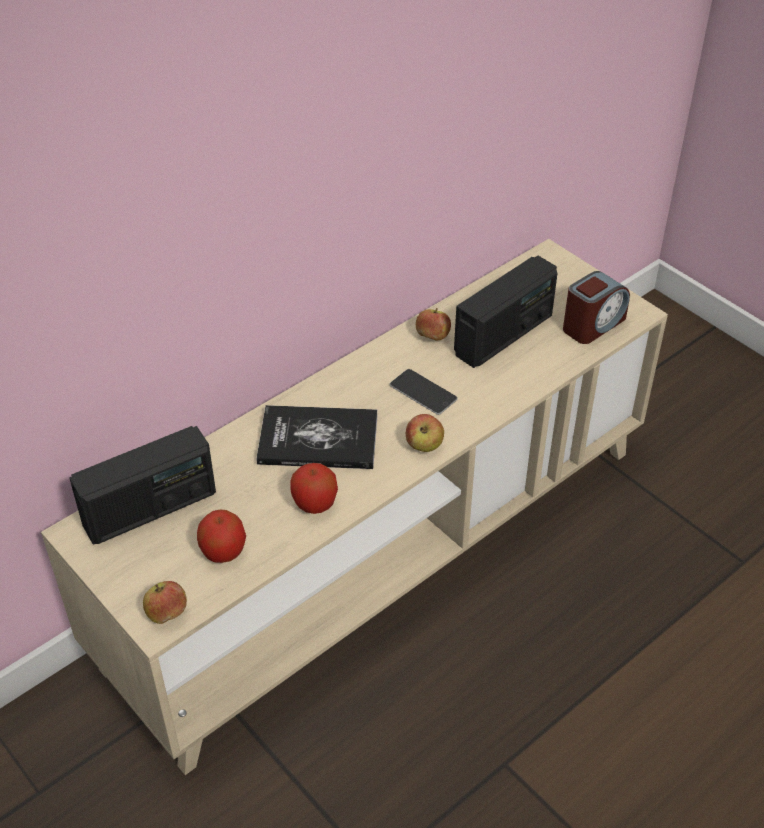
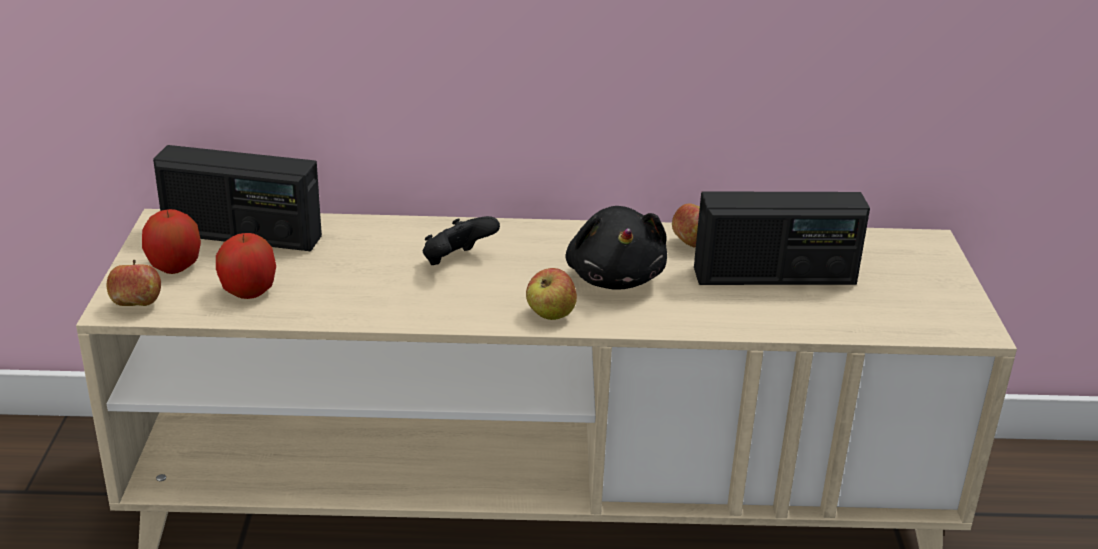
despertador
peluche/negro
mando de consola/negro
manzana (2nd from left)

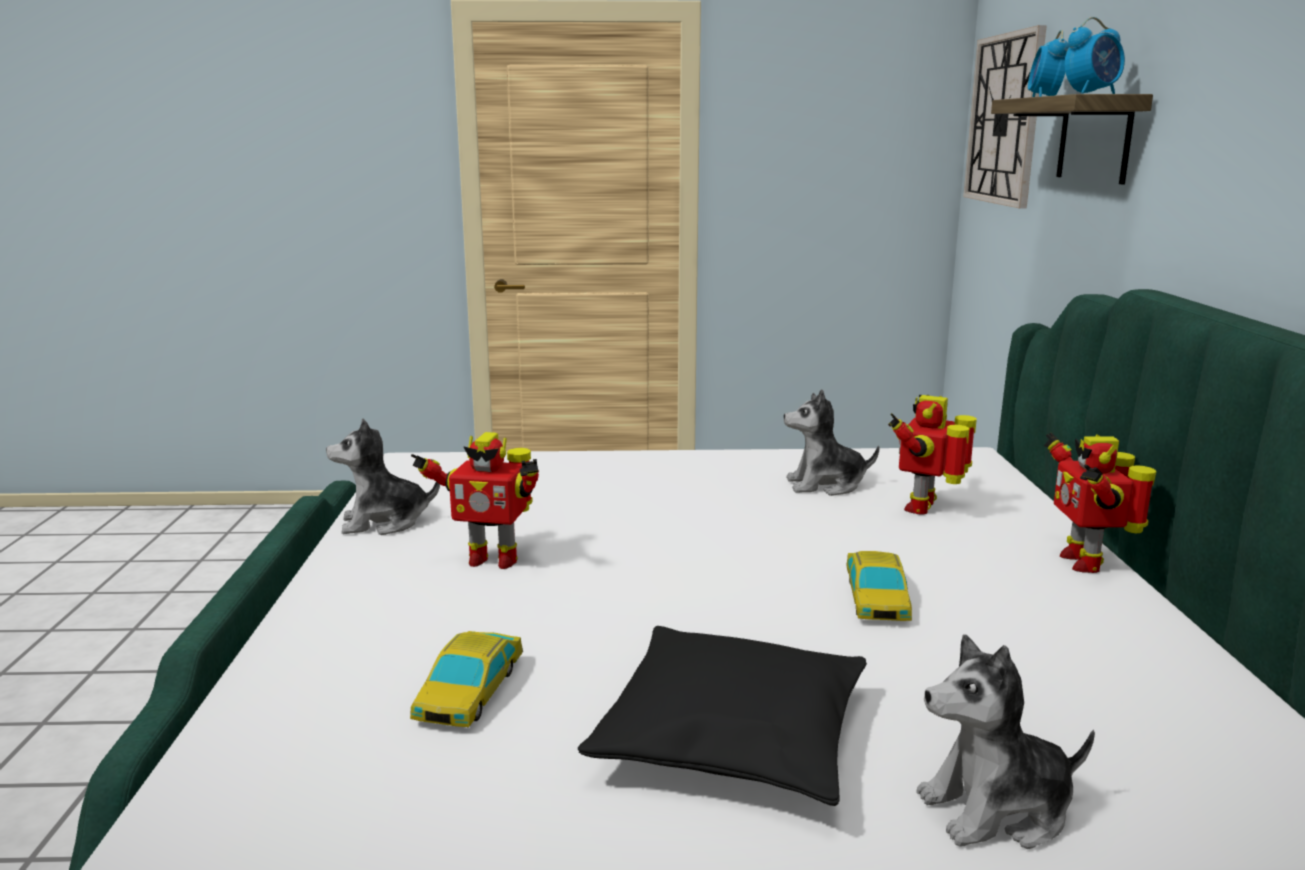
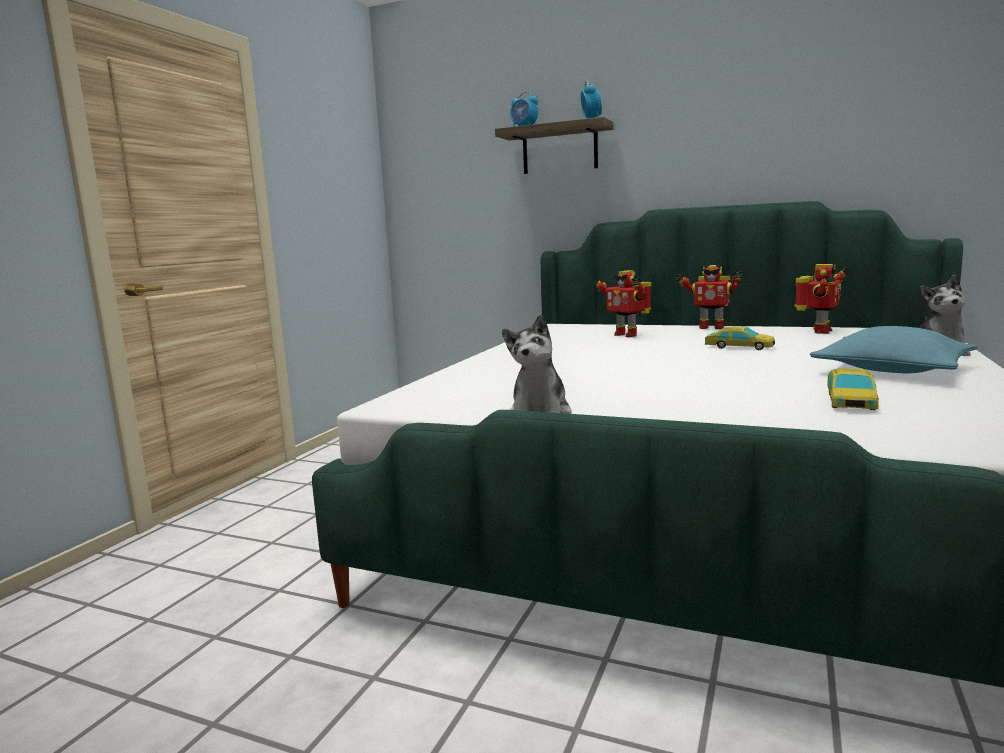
reloj de pared
peluche (2nd from left in the first image)
robot de juguete (3rd from left)
cojín/turquesa
coche de juguete (2nd from left)

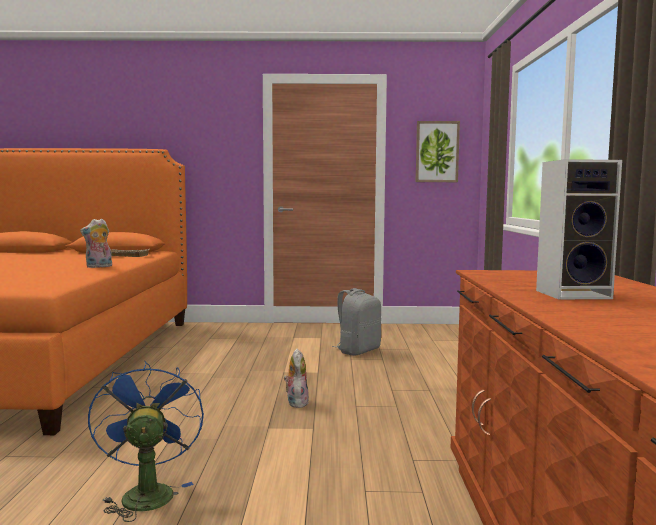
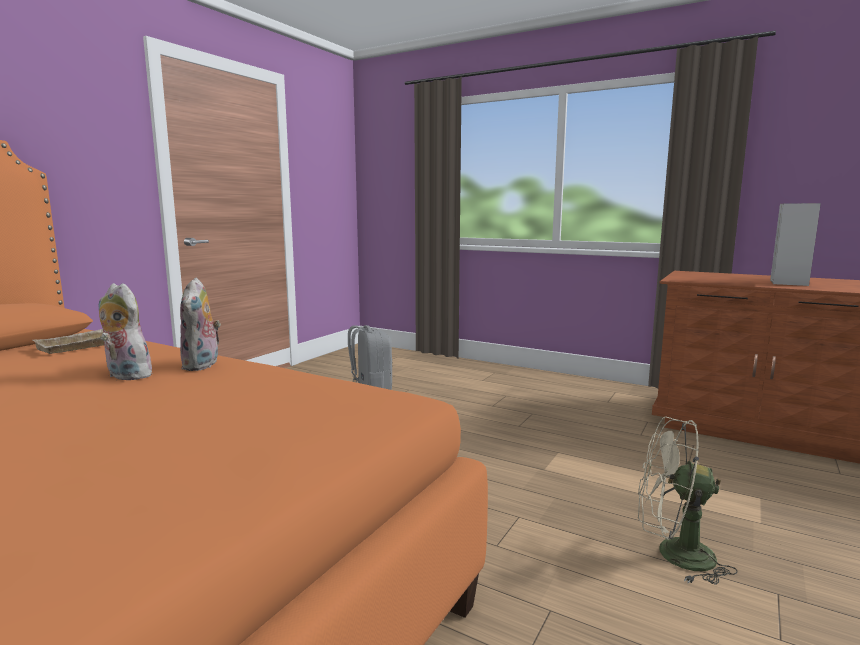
cuadro
peluche (1st from left)
ventilador/beis

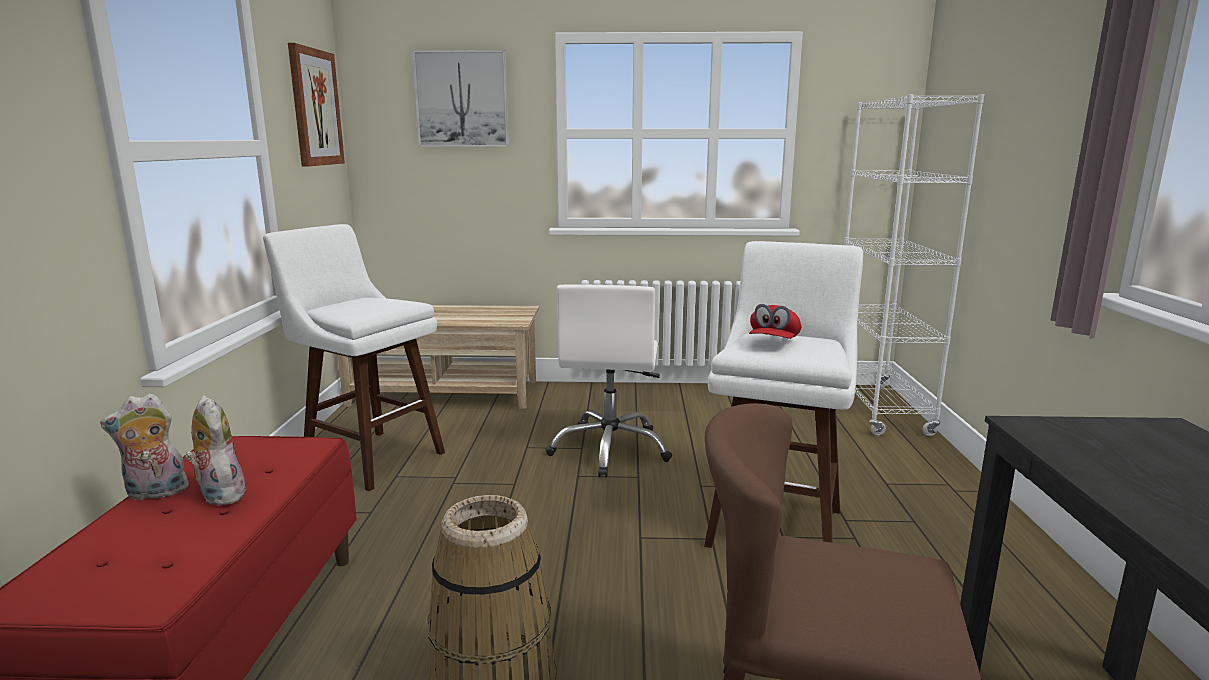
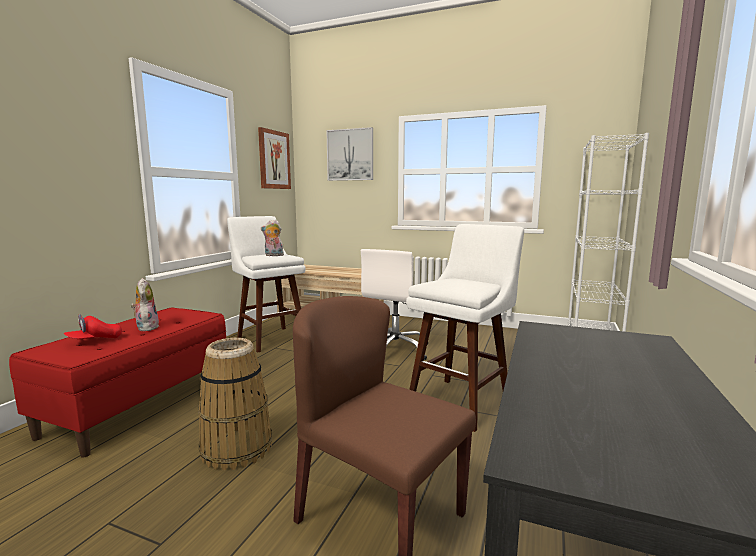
gorra/rojo
peluche (2nd from left)

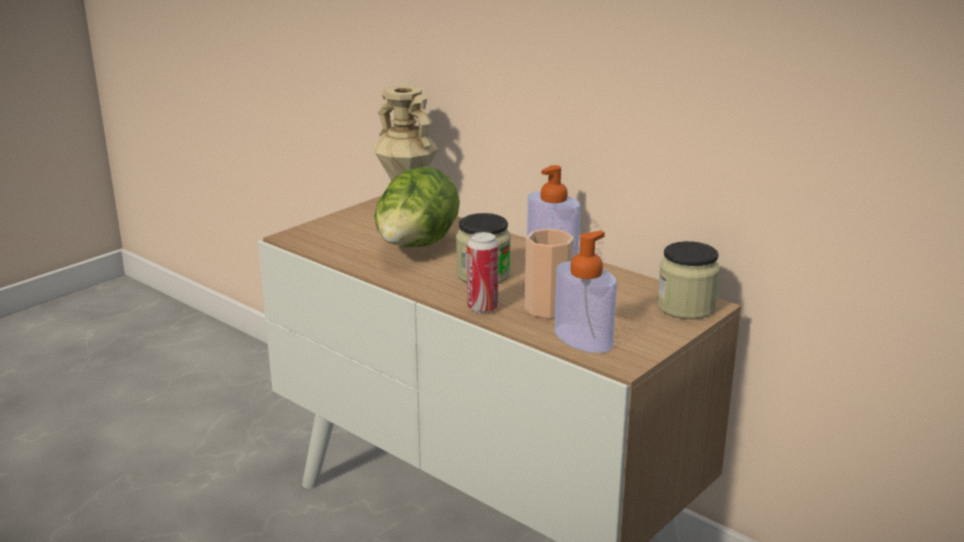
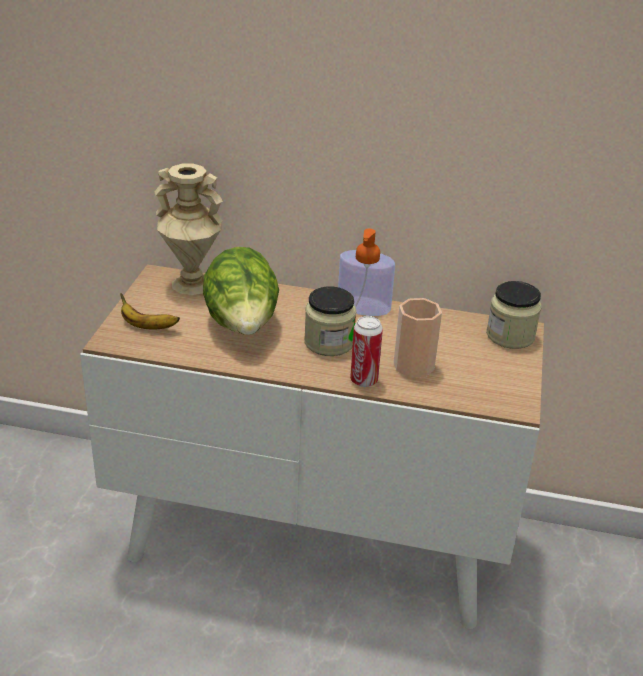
dispensador de jabón (2nd from left in the first image)
plátano

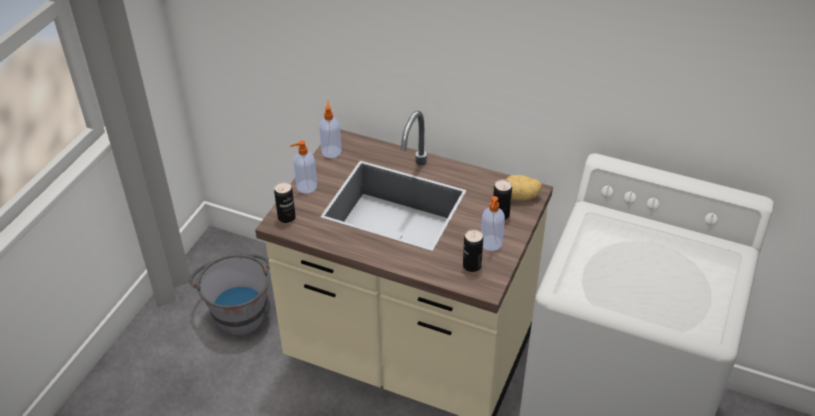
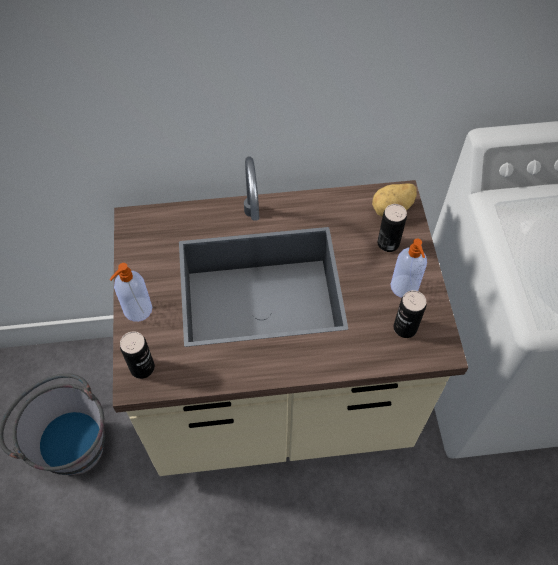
dispensador de jabón (2nd from left in the first image)

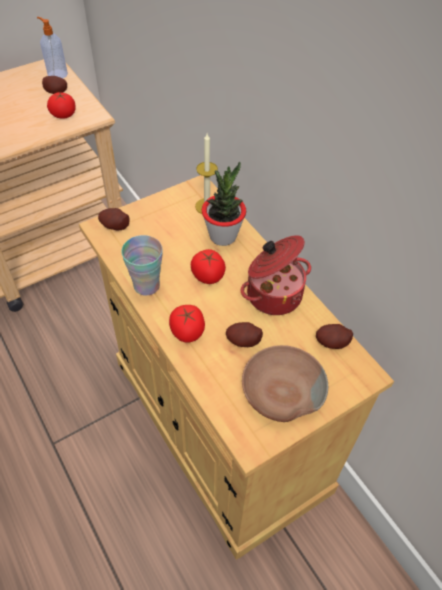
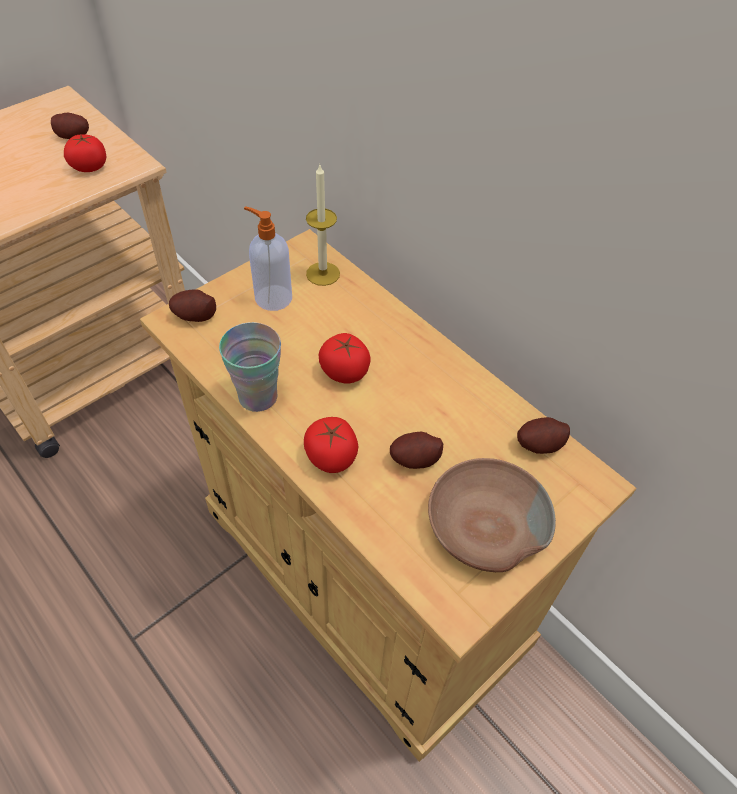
dispensador de jabón
planta en maceta
olla

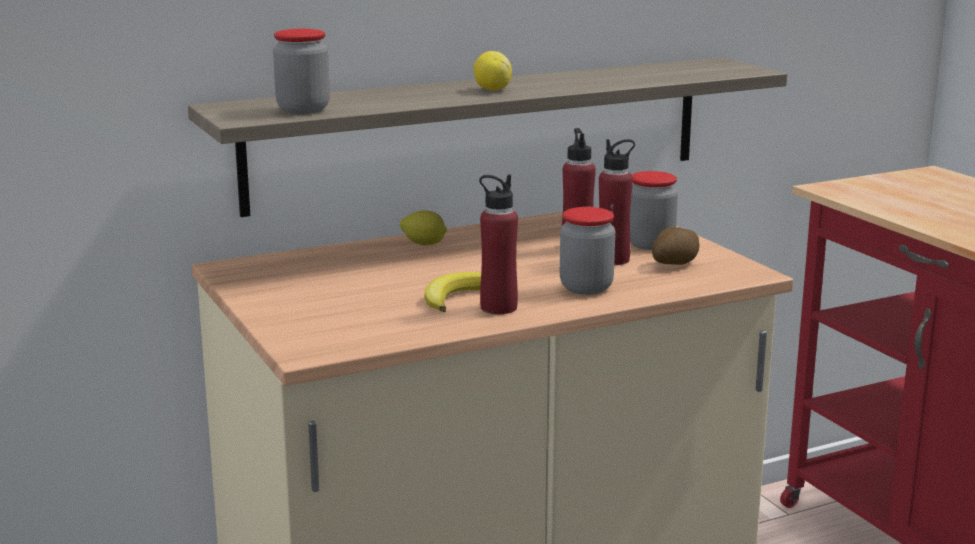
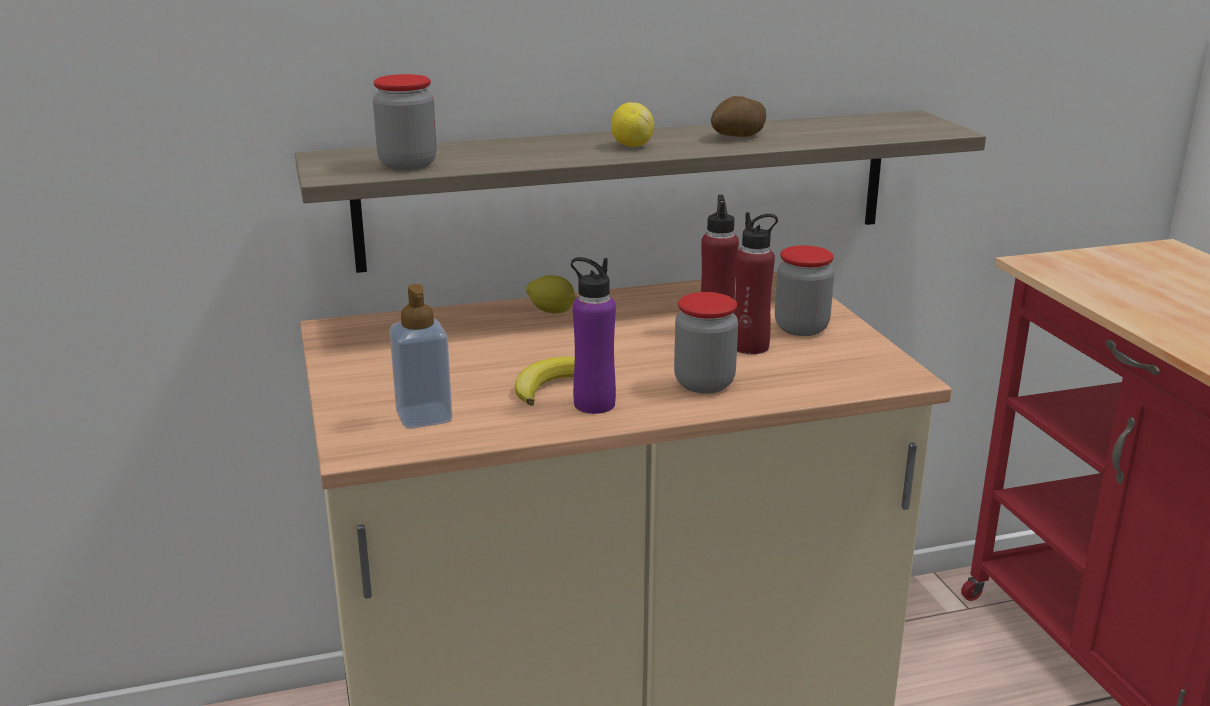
botella/morado
patata
dispensador de jabón

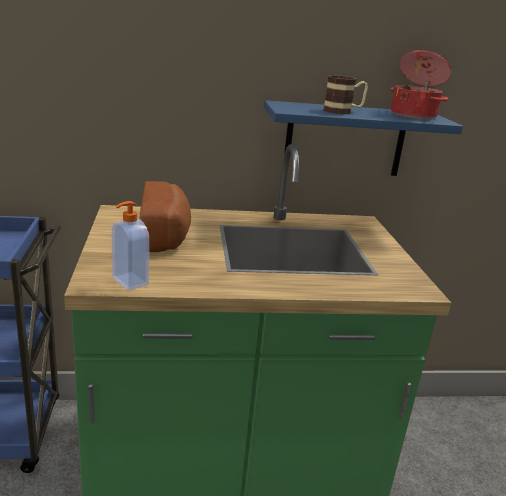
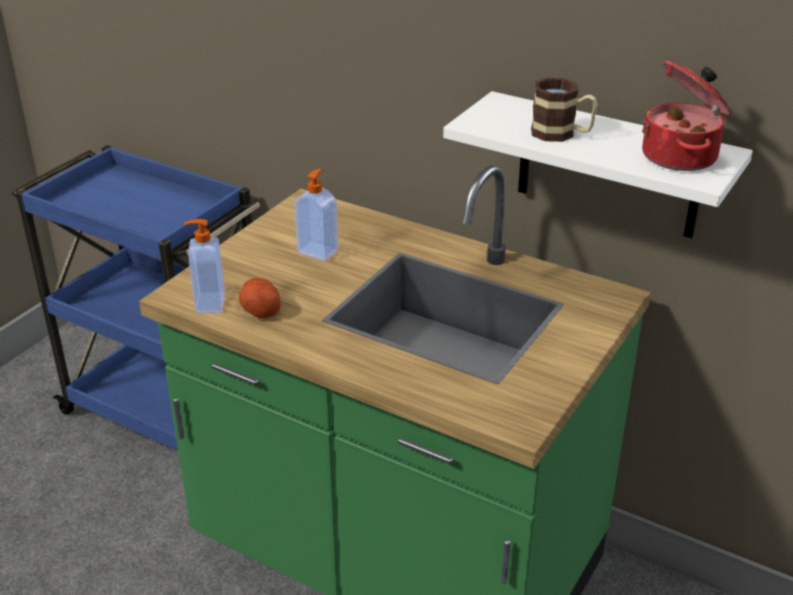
estante/blanco
dispensador de jabón (2nd from left)
patata

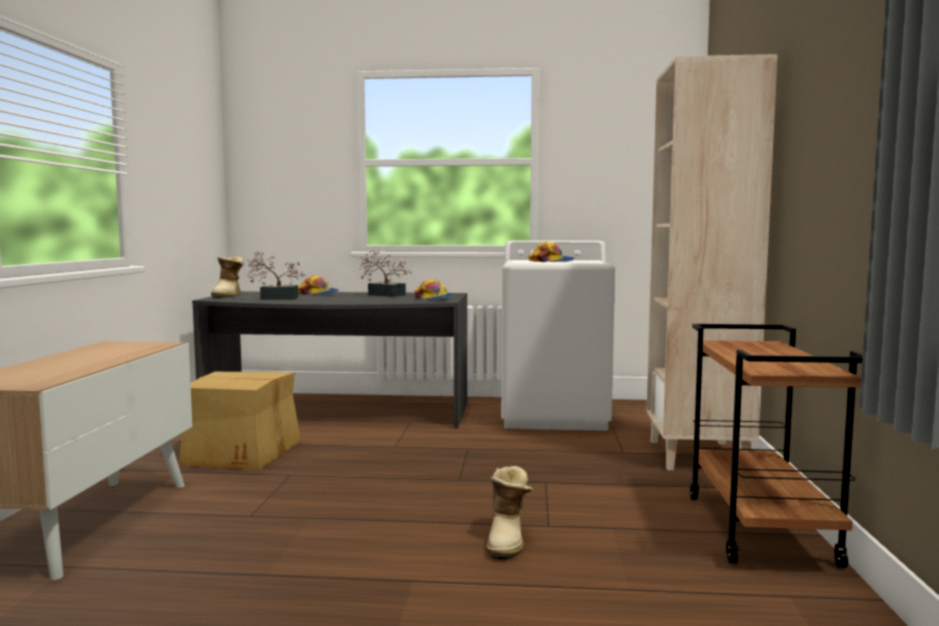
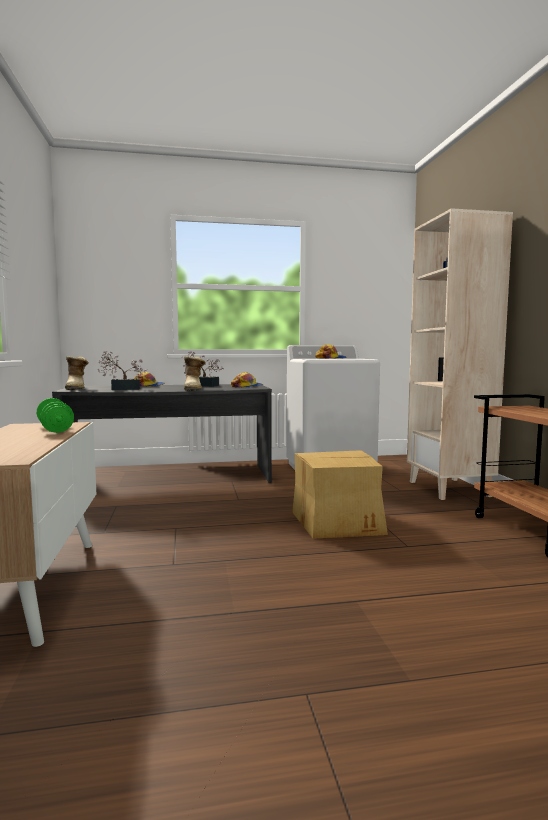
caja de cartón
bota (2nd from left)
mancuerna/verde

